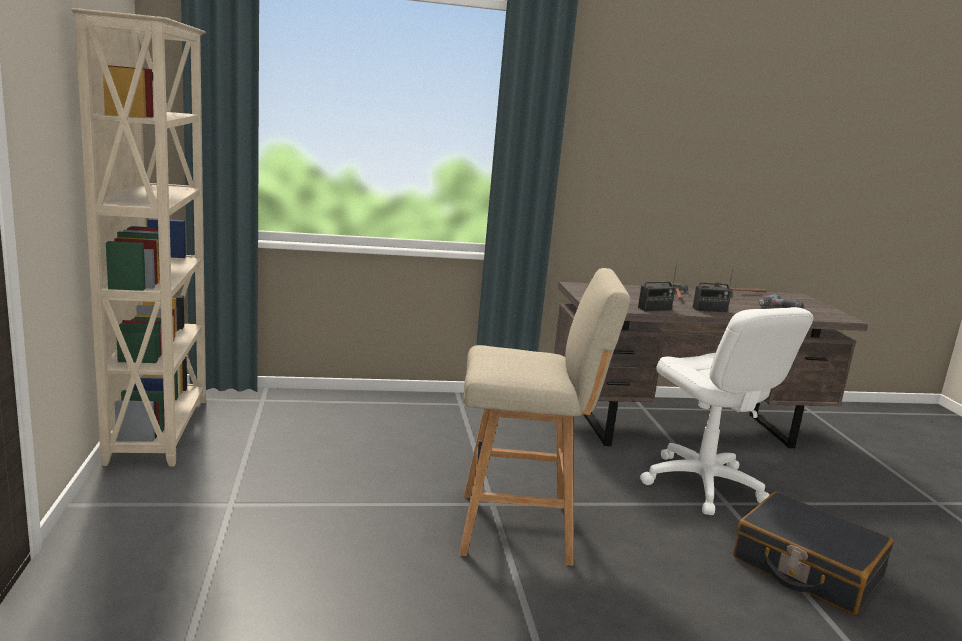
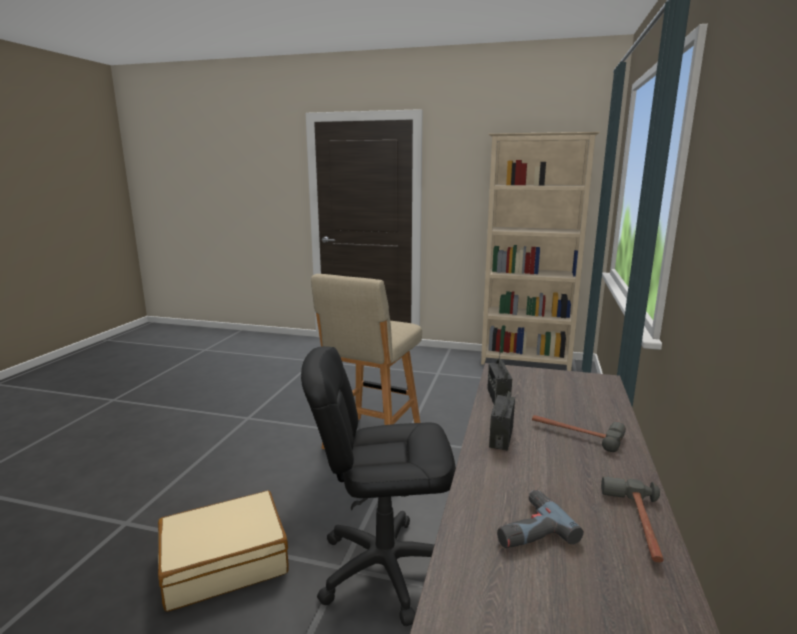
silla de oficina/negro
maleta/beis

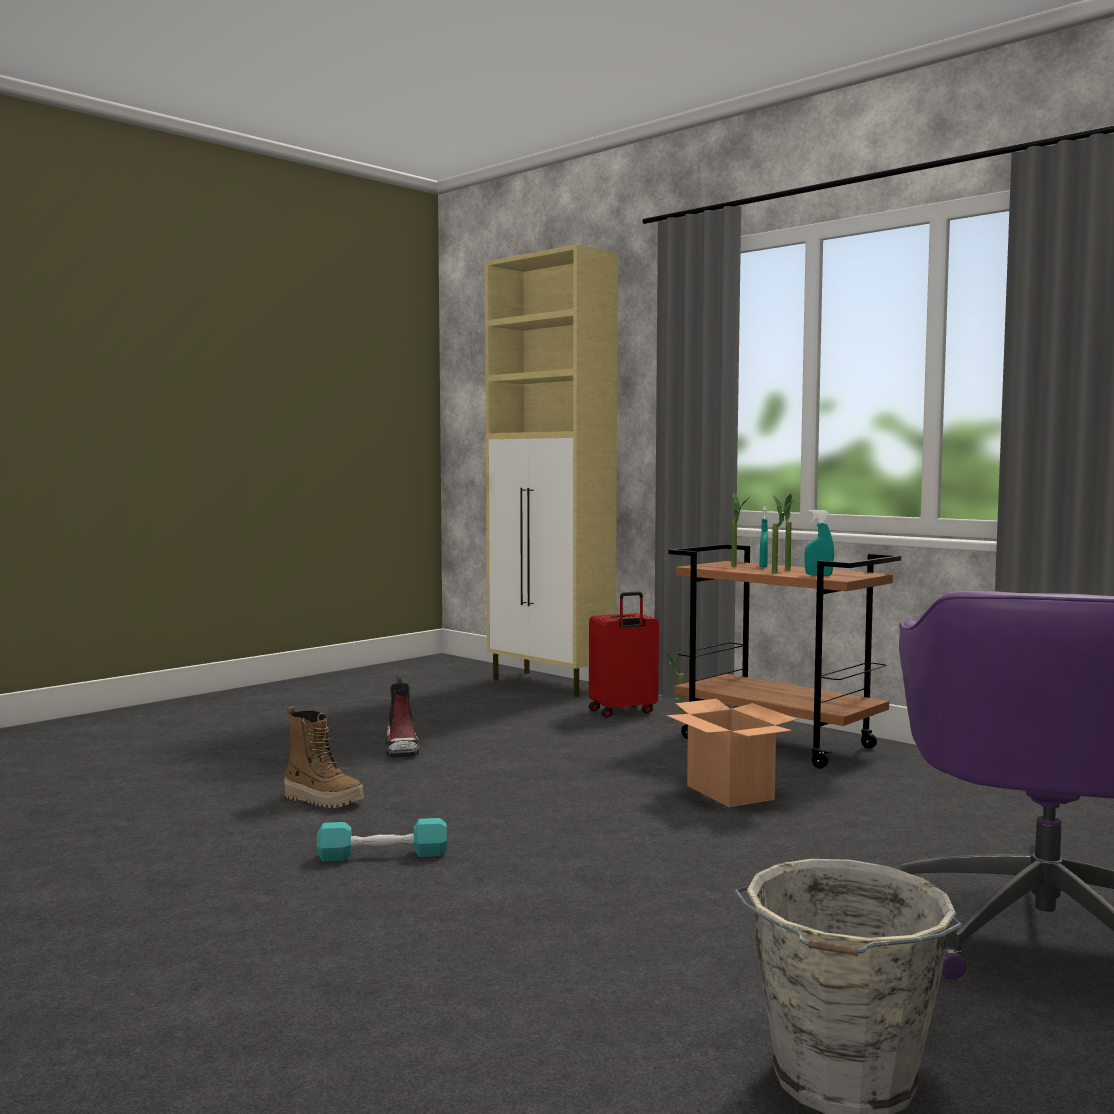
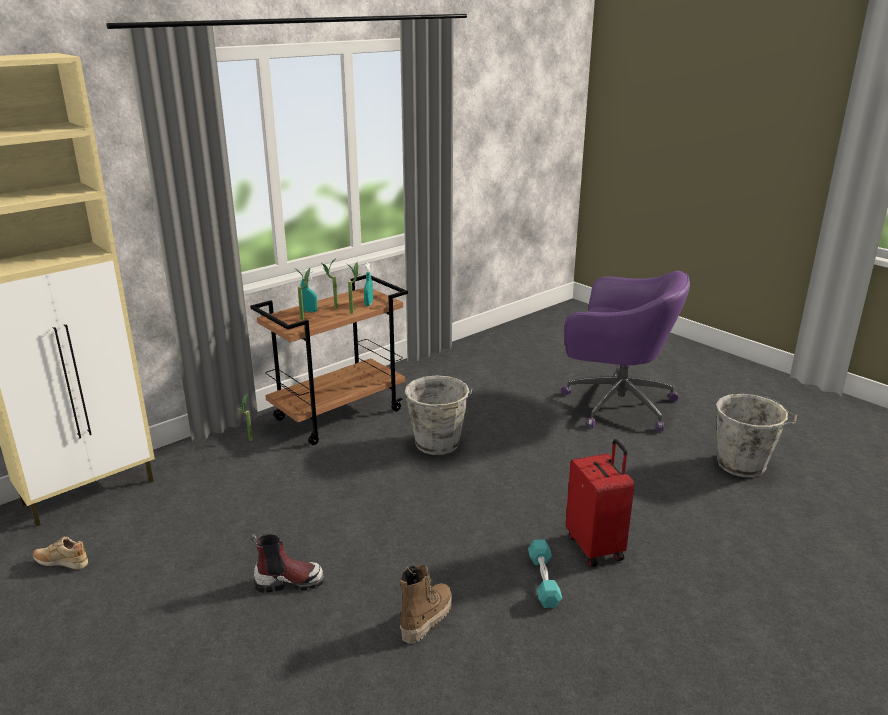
maleta/rojo
cubo/gris (1st from left)
zapato/beis

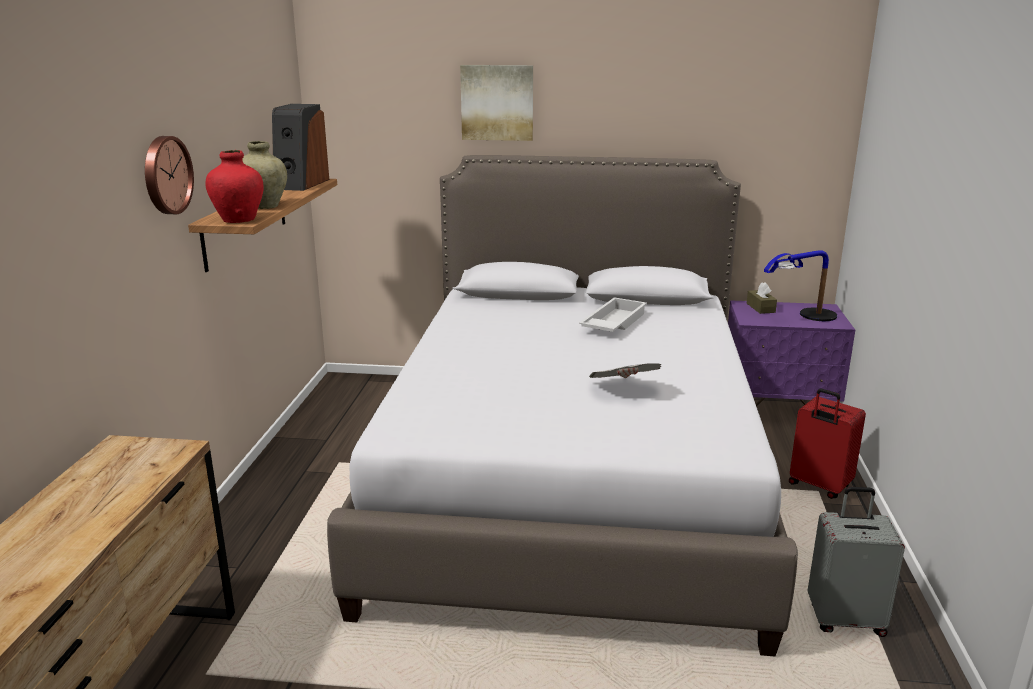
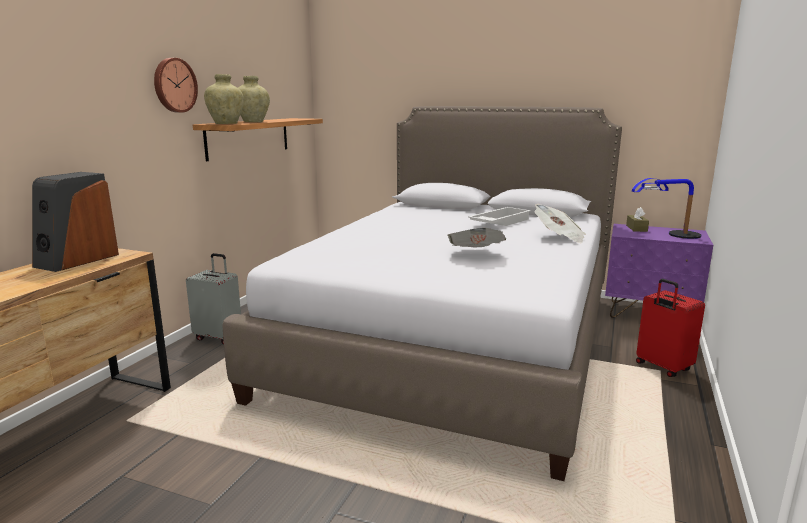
cuadro
altavoz
florero/beis (1st from left)
maleta/gris
periódico (2nd from left)

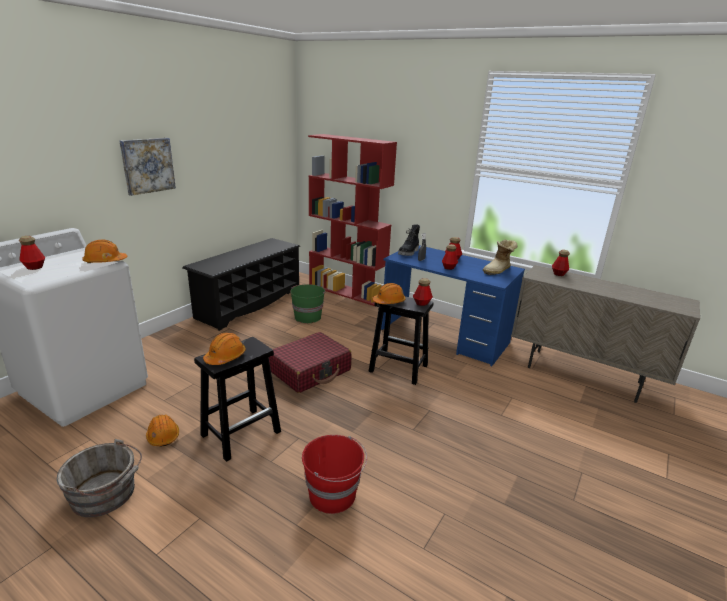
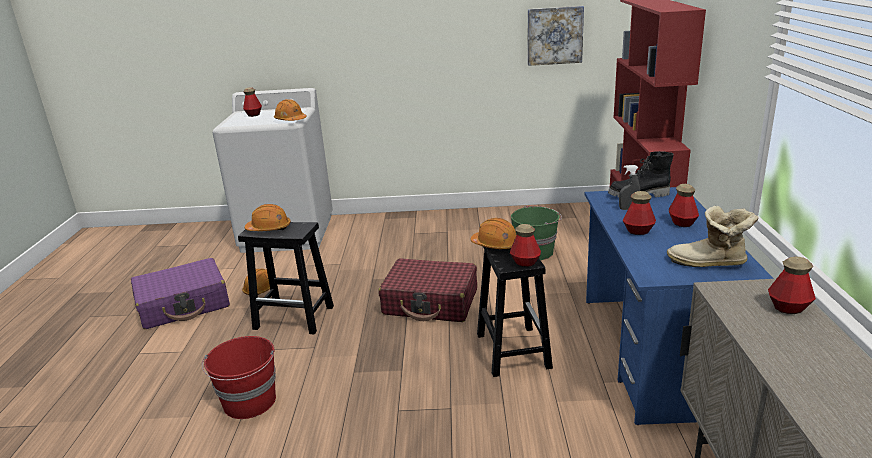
cuadro
zapatero/negro
maleta/morado

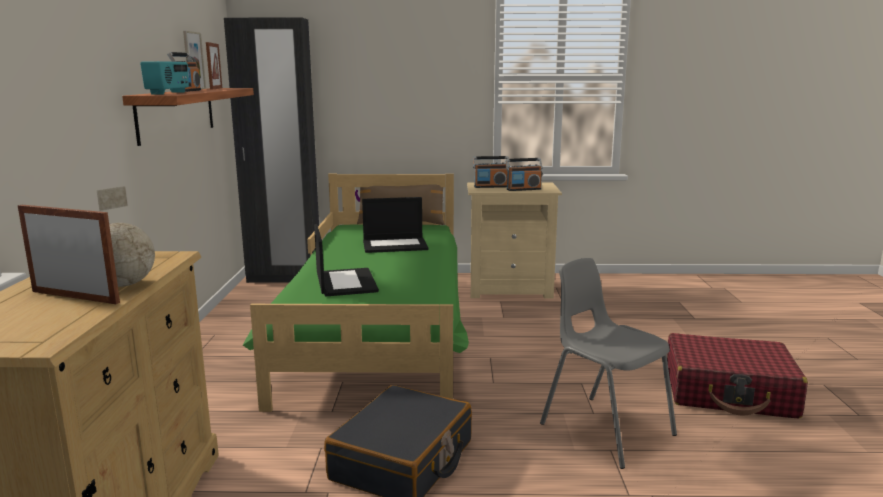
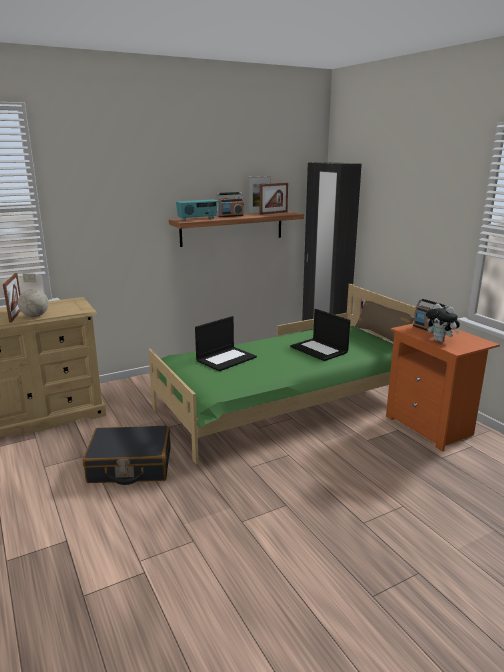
peluche
mesita de noche/naranja
silla/gris
maleta/rojo

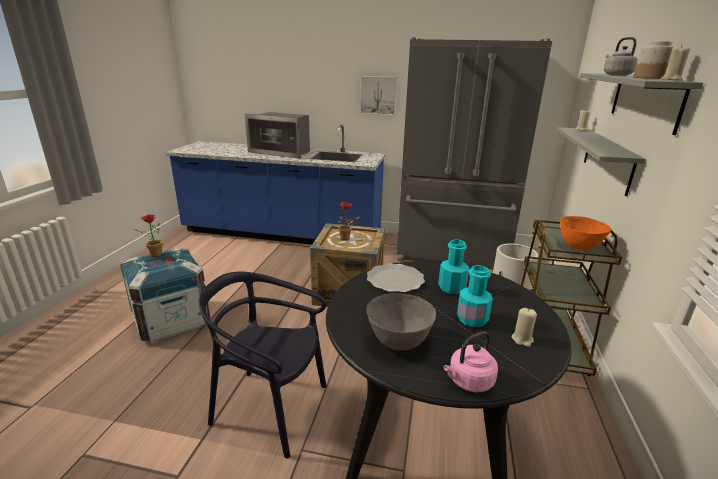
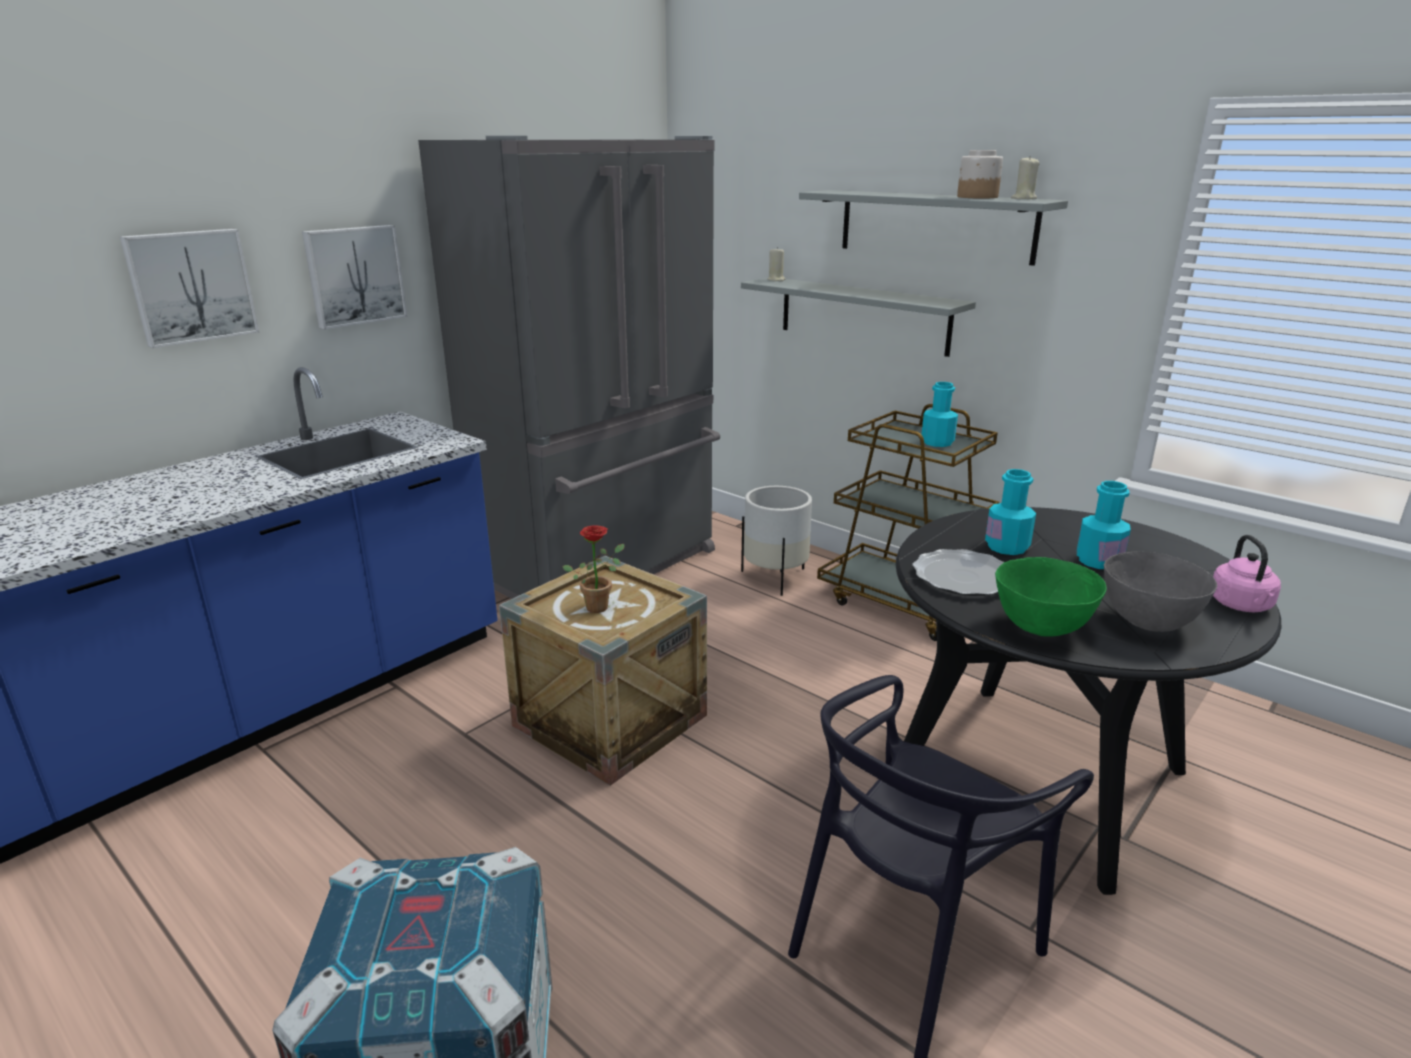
hervidor/gris
microondas
planta en maceta (1st from left in the first image)
botella/turquesa (1st from left)
vela/beis (1st from left in the first image)
cuadro (1st from left)
cuenco/verde

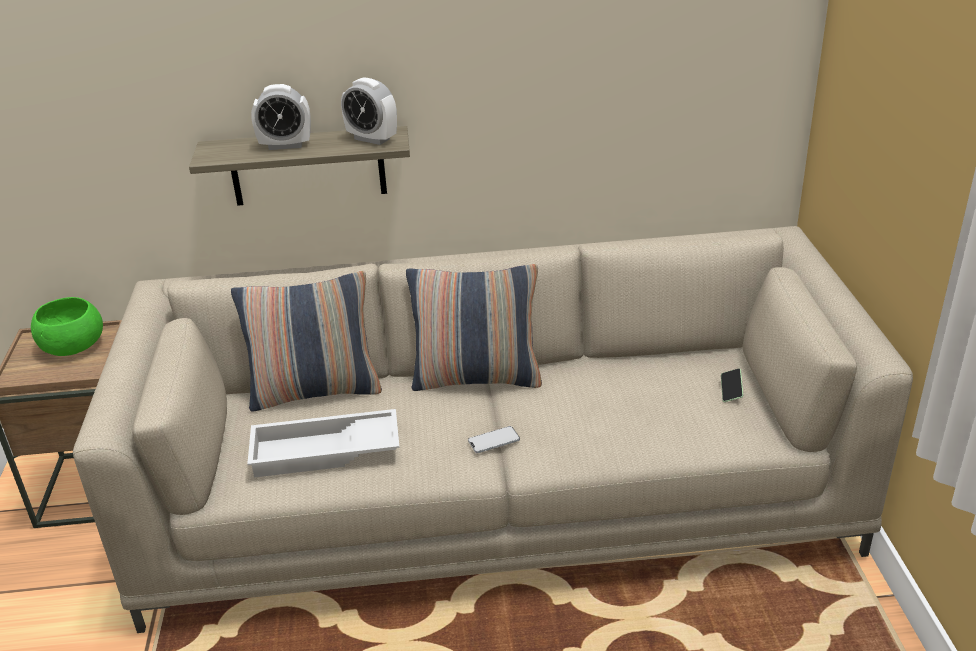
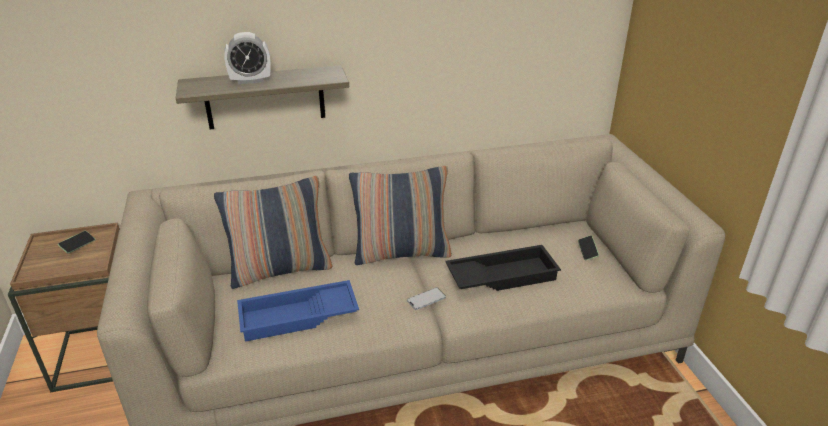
despertador (2nd from left in the first image)
móvil (1st from left)
bandeja/azul
bandeja/negro

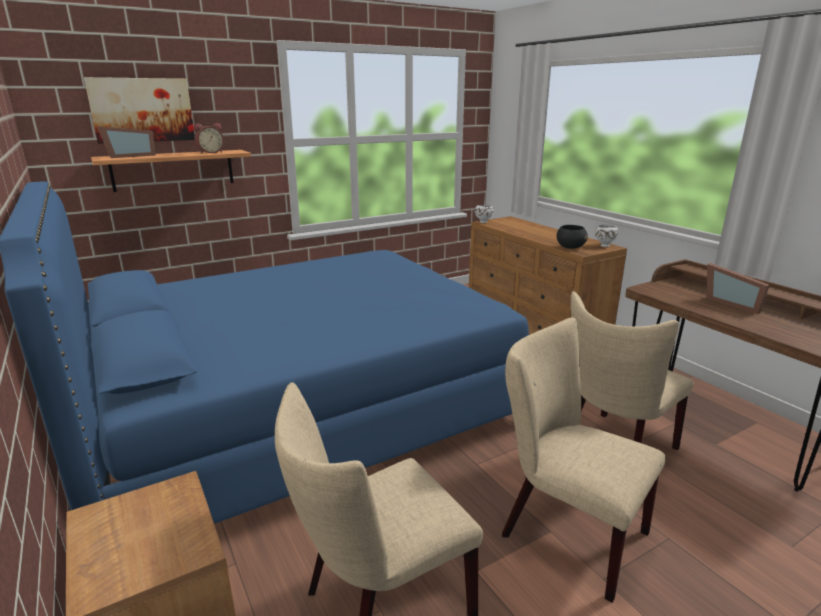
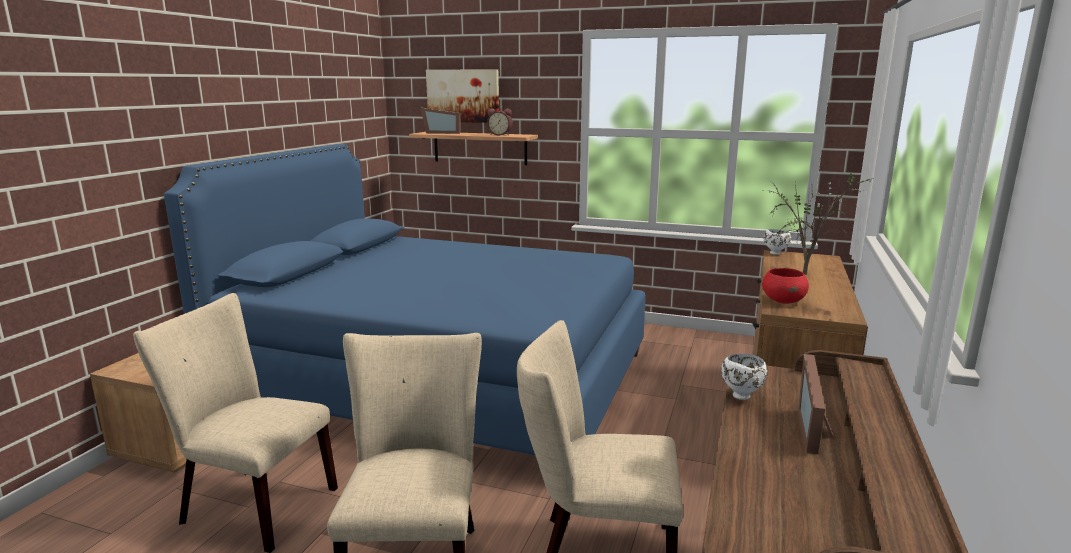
cuenco/rojo
cuenco/blanco (1st from left)
planta en maceta

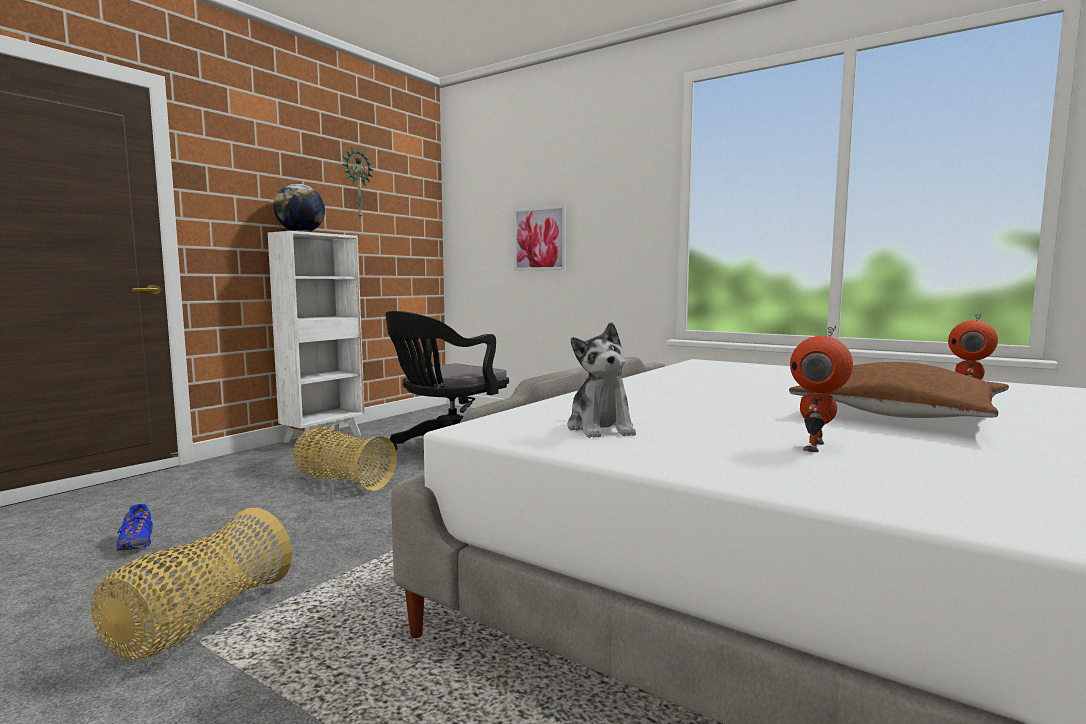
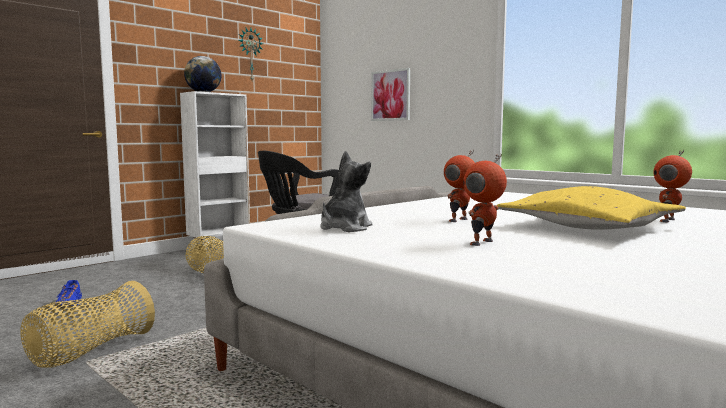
peluche
cojín/amarillo
robot de juguete (1st from left)

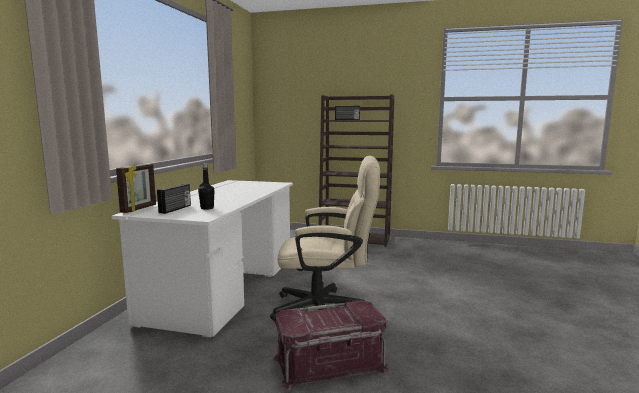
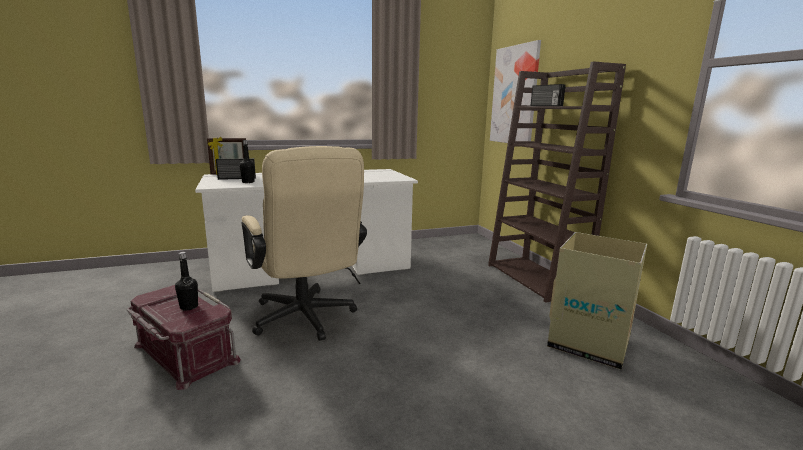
cuadro
caja de cartón
botella/negro (1st from left)

